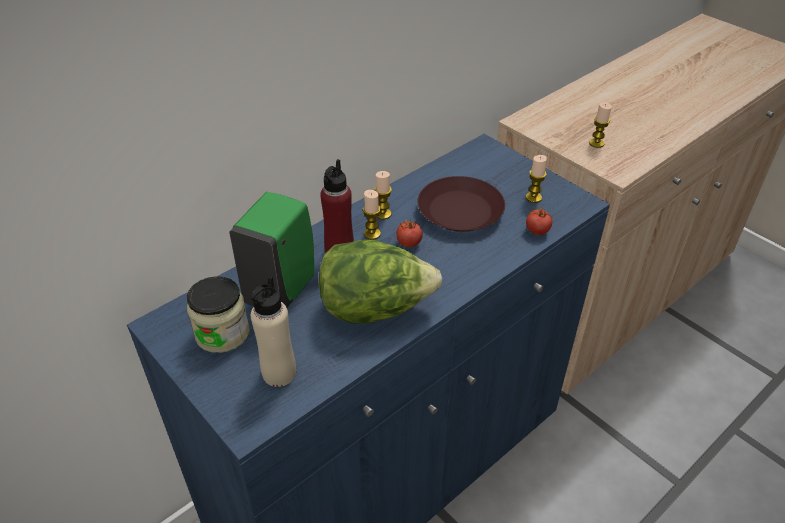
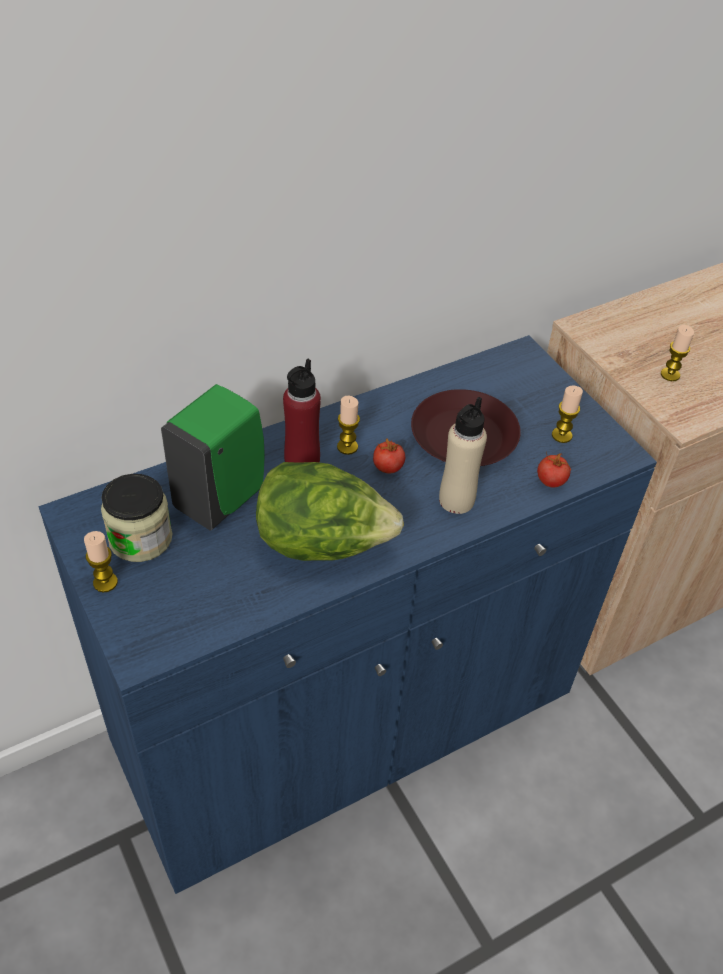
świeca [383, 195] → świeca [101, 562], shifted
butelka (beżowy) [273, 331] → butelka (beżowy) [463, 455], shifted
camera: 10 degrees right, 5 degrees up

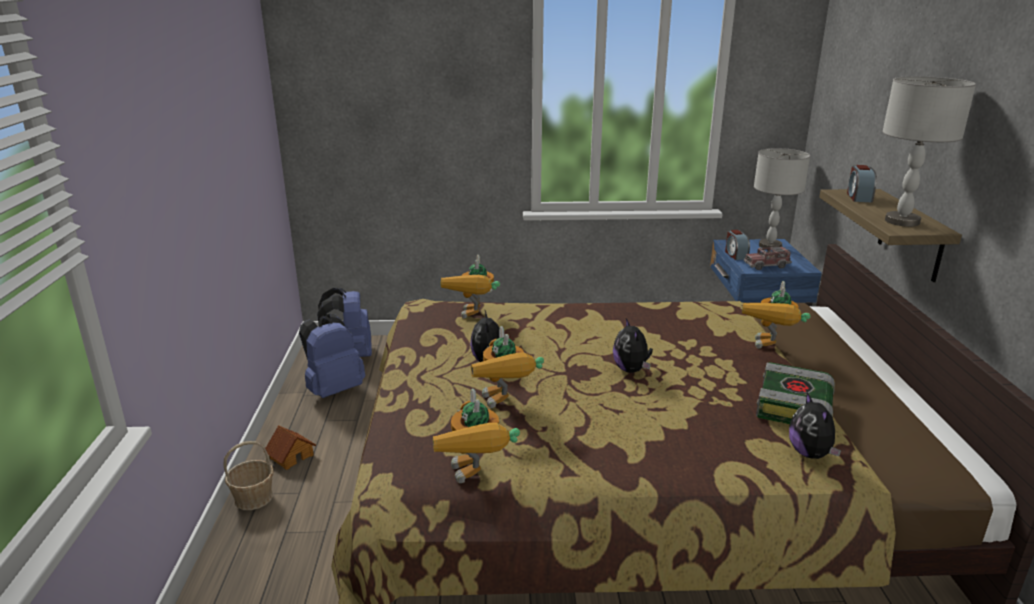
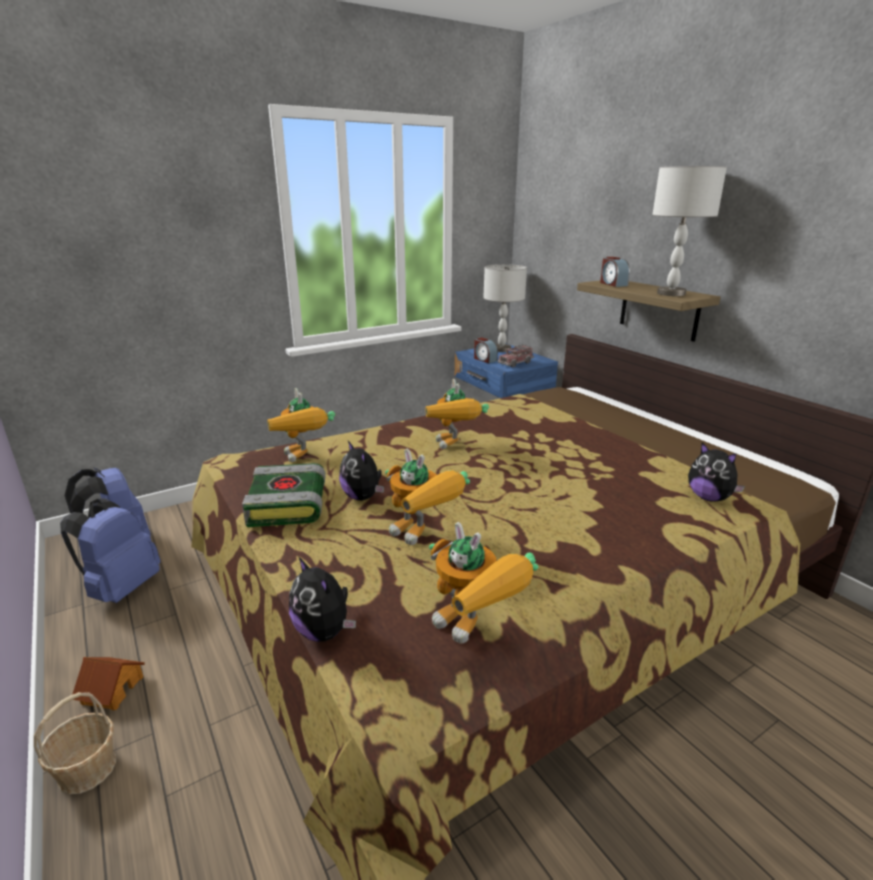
robot zabawkowy [776, 314] → robot zabawkowy [457, 414], shifted
pluszak [633, 345] → pluszak [322, 599], shifted
książka [795, 393] → książka [284, 495], shifted
camera: 30 degrees left, 0 degrees up

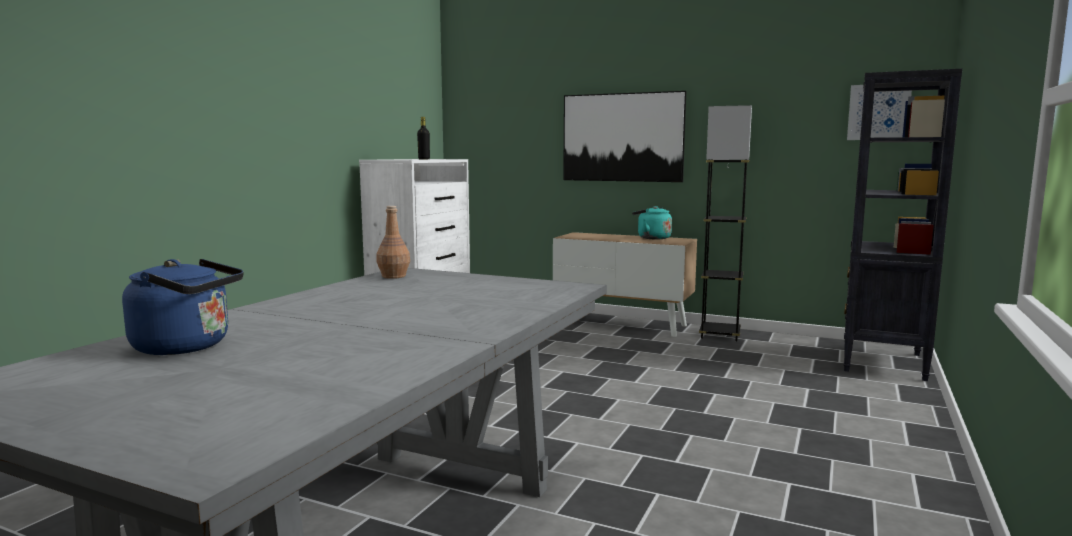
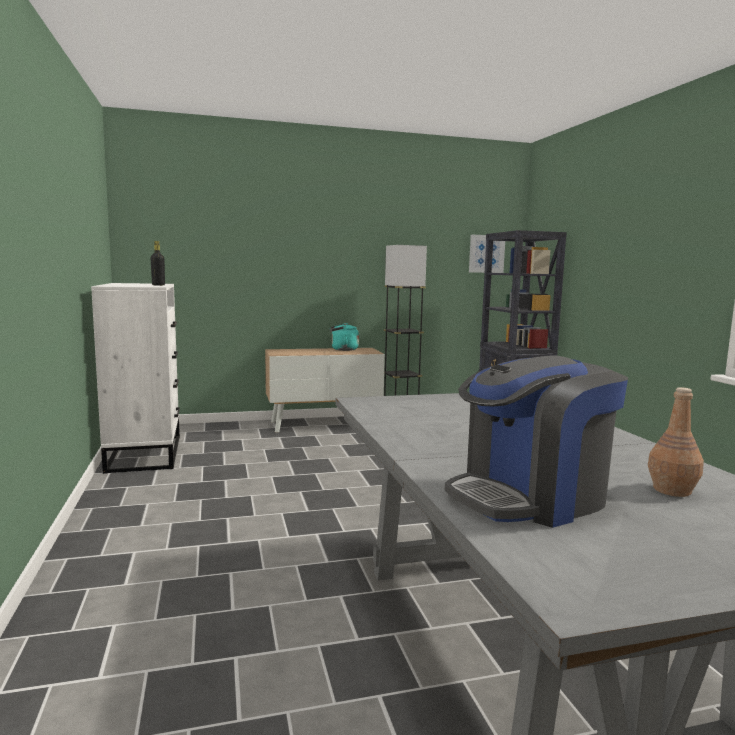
obraz [624, 136] → -
butelka (brązowy) [393, 242] → butelka (brązowy) [676, 442], shifted
czajnik (niebieski) [182, 307] → ekspres do kawy [536, 441]
camera: 40 degrees left, 0 degrees up

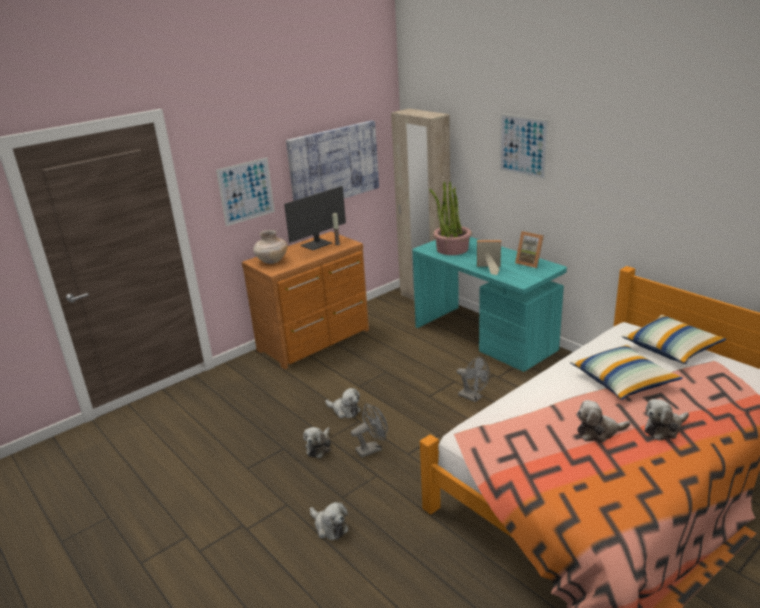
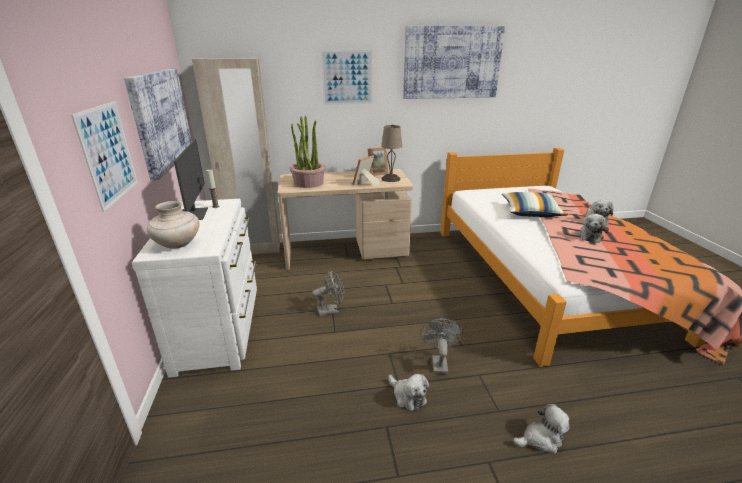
komoda (brązowy) [305, 300] → komoda (biały) [194, 288]
biurko (turkusowy) [489, 304] → biurko (beżowy) [346, 219]
poduszka [673, 339] → -
wentylator (szary) [473, 380] → wentylator (szary) [328, 293], shifted
pluszak [343, 403] → -
- → obraz [454, 62]
- → lampa stołowa (beżowy) [391, 153]
camera: 60 degrees left, 0 degrees up

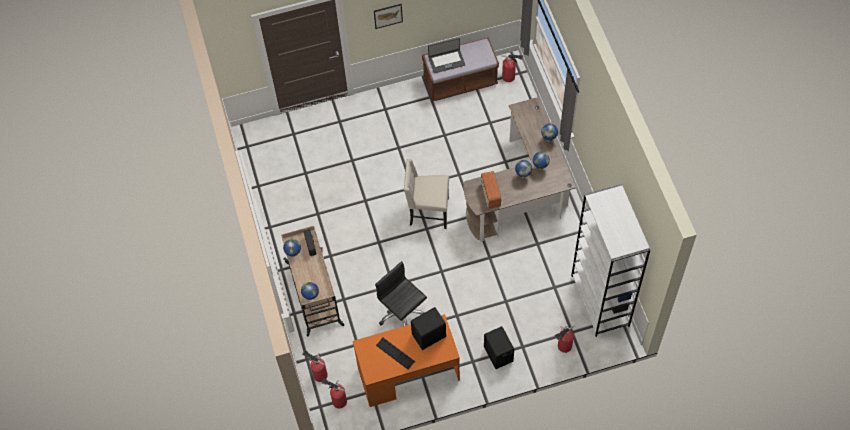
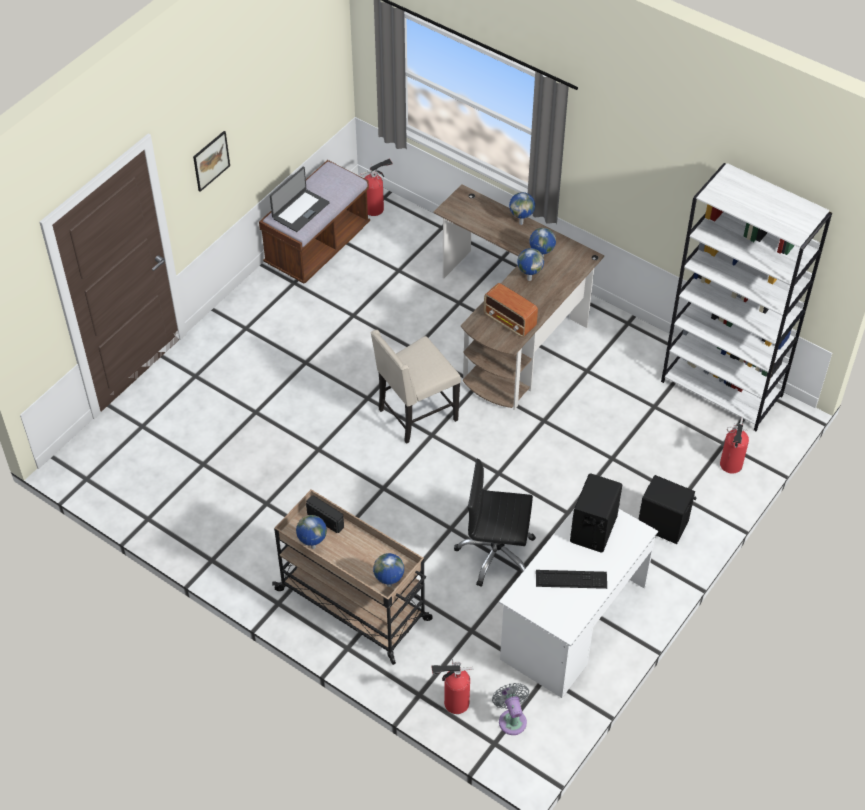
biurko (pomarańczowy) [406, 360] → biurko (biały) [578, 603]
gaśnica [334, 393] → wentylator (szary) [510, 709]
camera: 40 degrees left, 10 degrees down

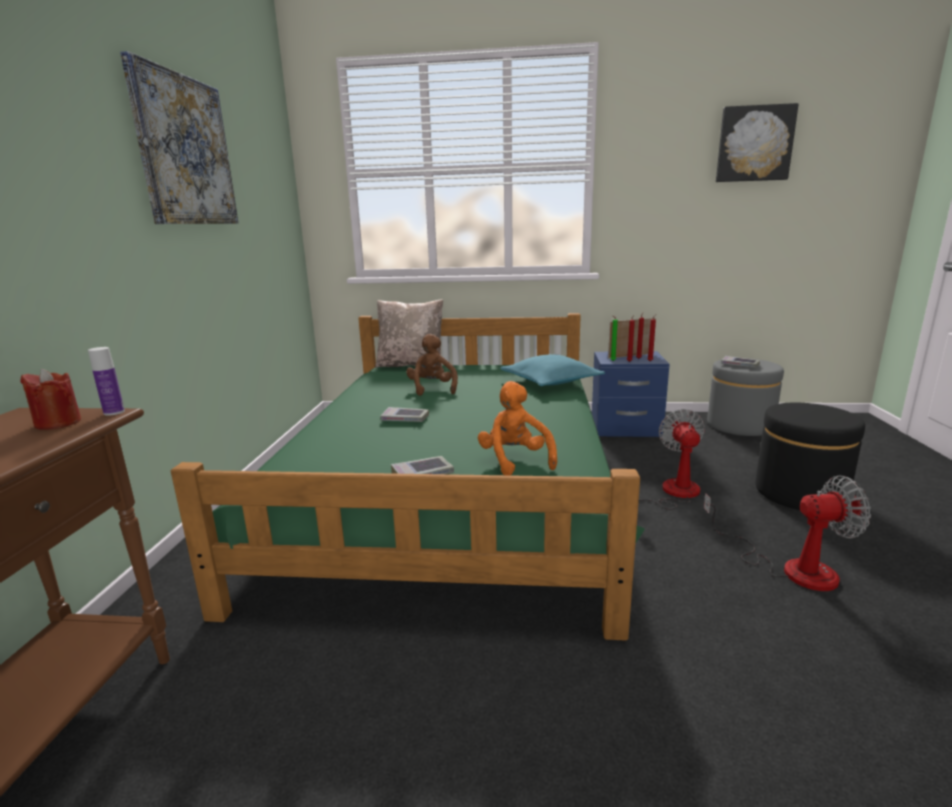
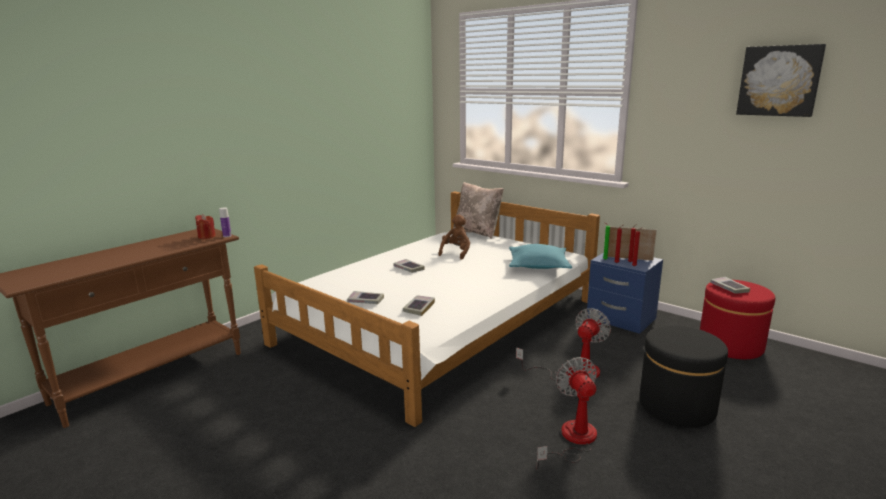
obraz [179, 137] → -
łóżko (zielony) [407, 476] → łóżko (biały) [427, 309]
pufa (szary) [745, 397] → pufa (czerwony) [737, 319]
pluszak (pomarańczowy) [517, 428] → książka [419, 305]
wentylator [787, 533] → wentylator [566, 413], 135 degrees counterclockwise
camera: 35 degrees right, 0 degrees up

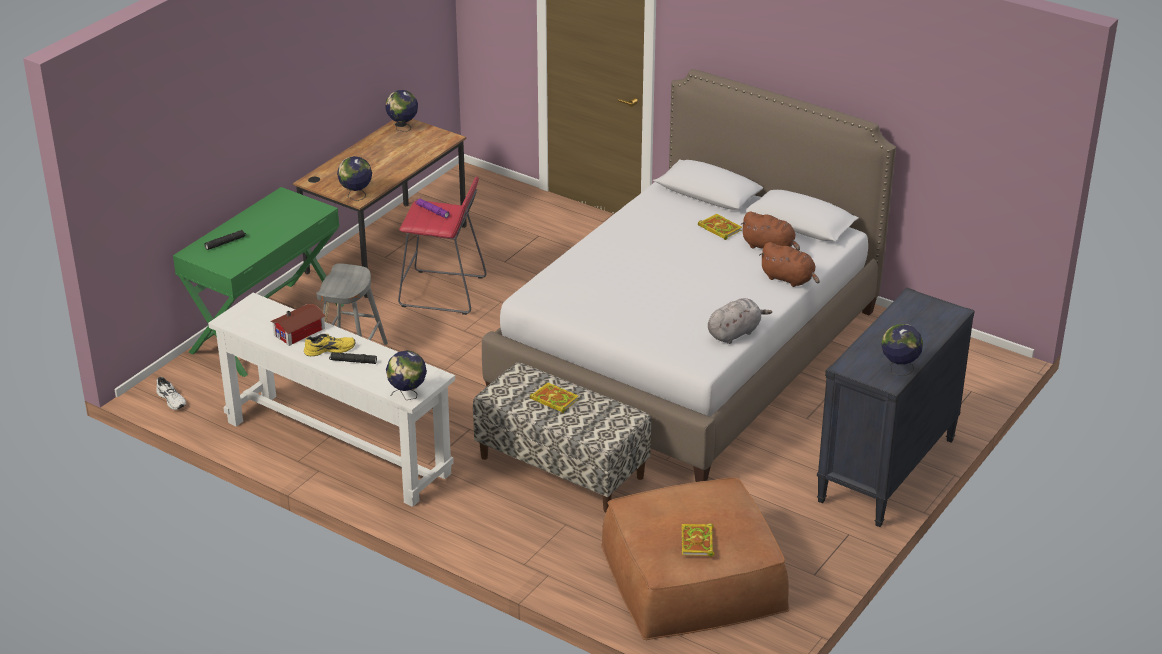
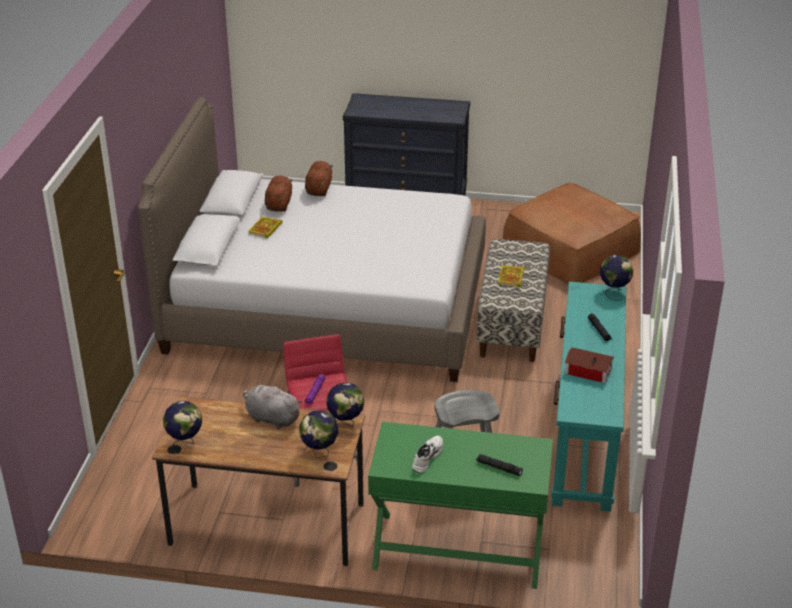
stolik konsolowy (biały) [331, 400] → stolik konsolowy (turkusowy) [588, 397]
pluszak (szary) [740, 321] → pluszak (szary) [273, 406], shifted
globus [902, 350] → globus [318, 434], shifted
but (żółty) [330, 345] → -
but (biały) [171, 393] → but (biały) [427, 454], shifted
książka [698, 540] → -
camera: 115 degrees left, 0 degrees up

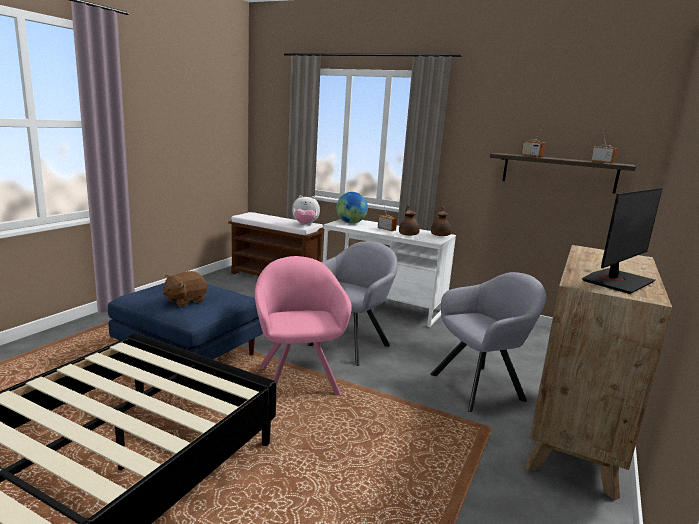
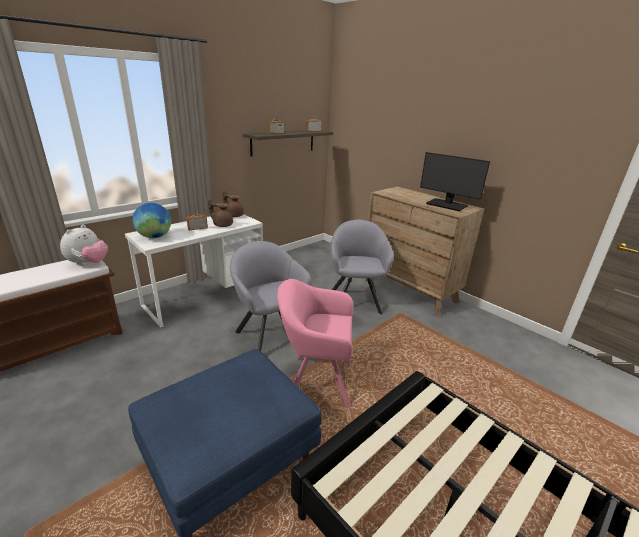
monitor [622, 241] → monitor [455, 181], 150 degrees clockwise
pluszak (brązowy) [185, 289] → -
camera: 70 degrees left, 10 degrees up

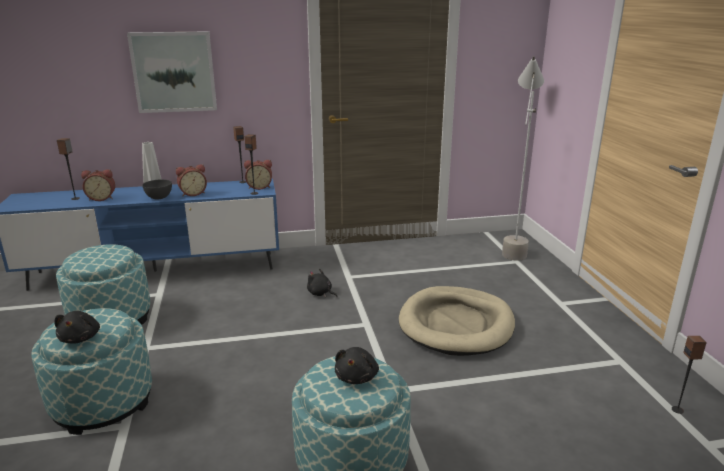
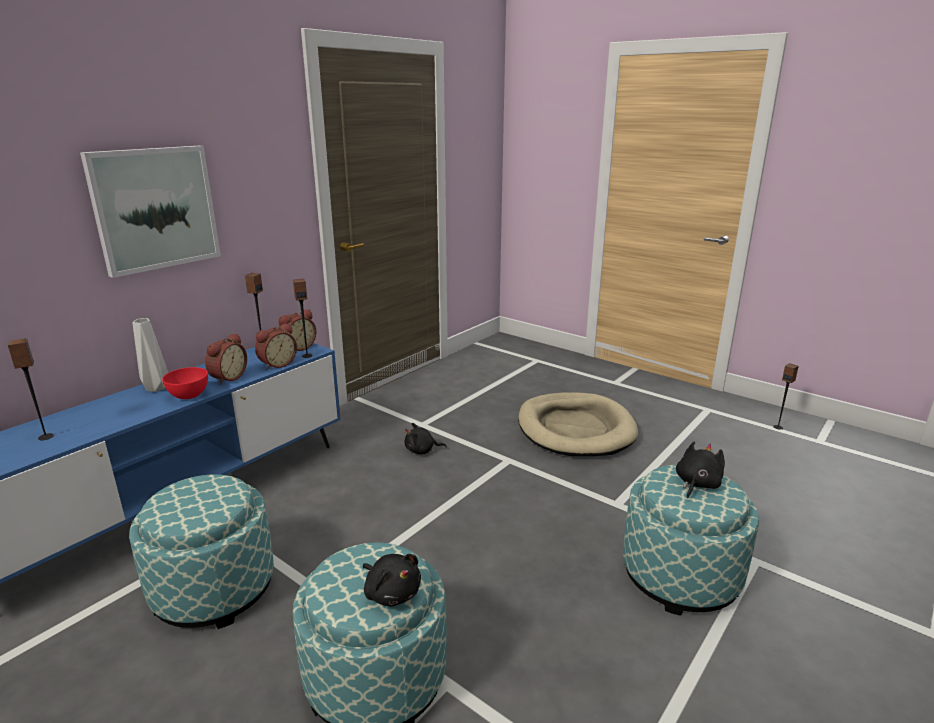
lampa stojąca (szary) [523, 158] → -
budzik [98, 185] → budzik [276, 346], shifted
miska (szary) [157, 189] → miska (czerwony) [185, 383]
pluszak (czarny) [357, 365] → pluszak (czarny) [700, 469], 120 degrees counterclockwise
camera: 40 degrees left, 0 degrees up

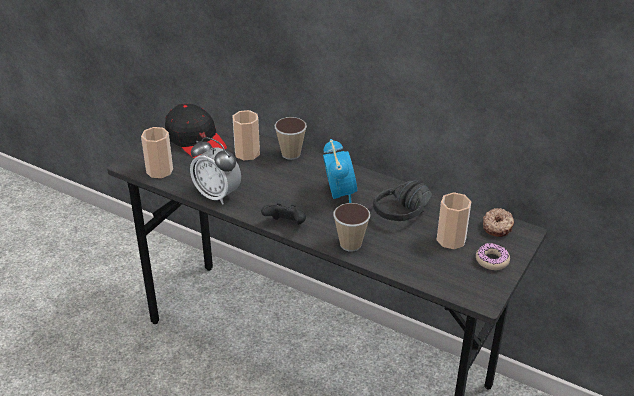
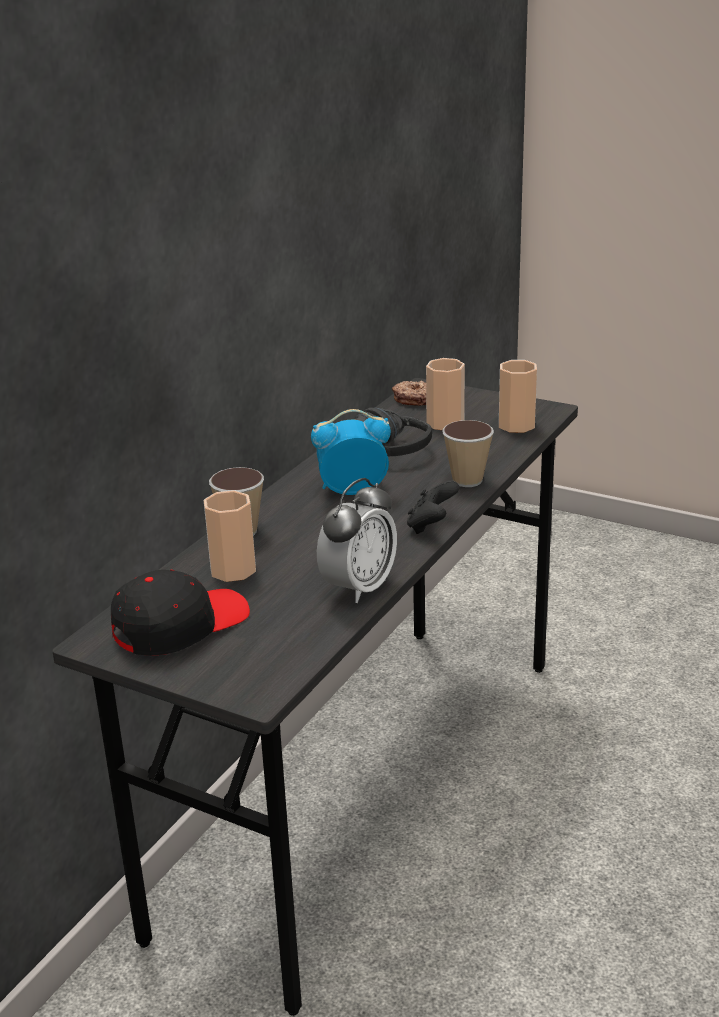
filiżanka [157, 152] → filiżanka [518, 396], shifted
donut [493, 256] → -
camera: 90 degrees left, 10 degrees down

